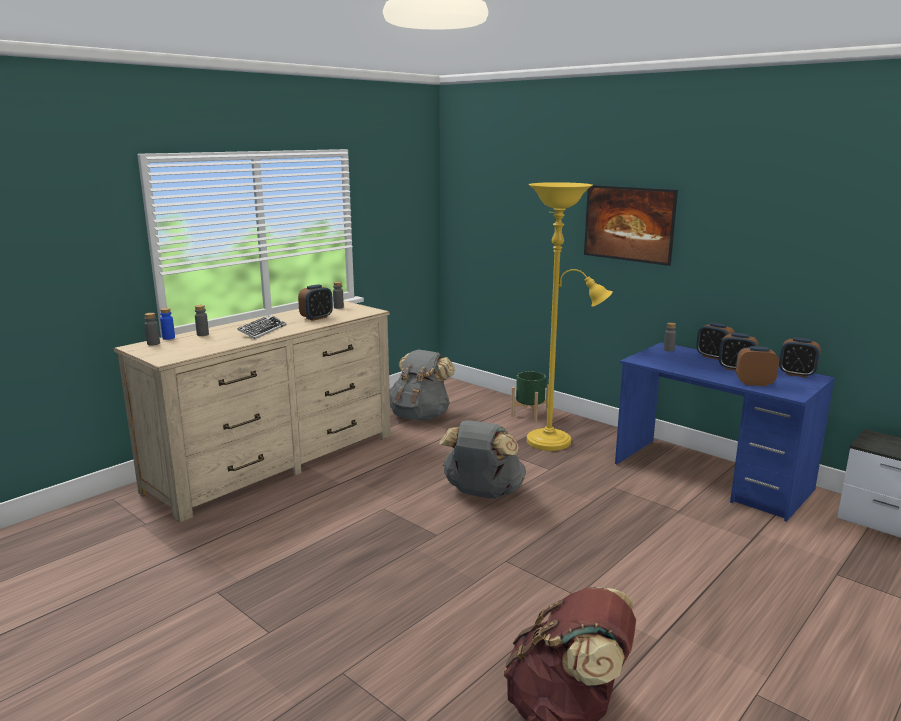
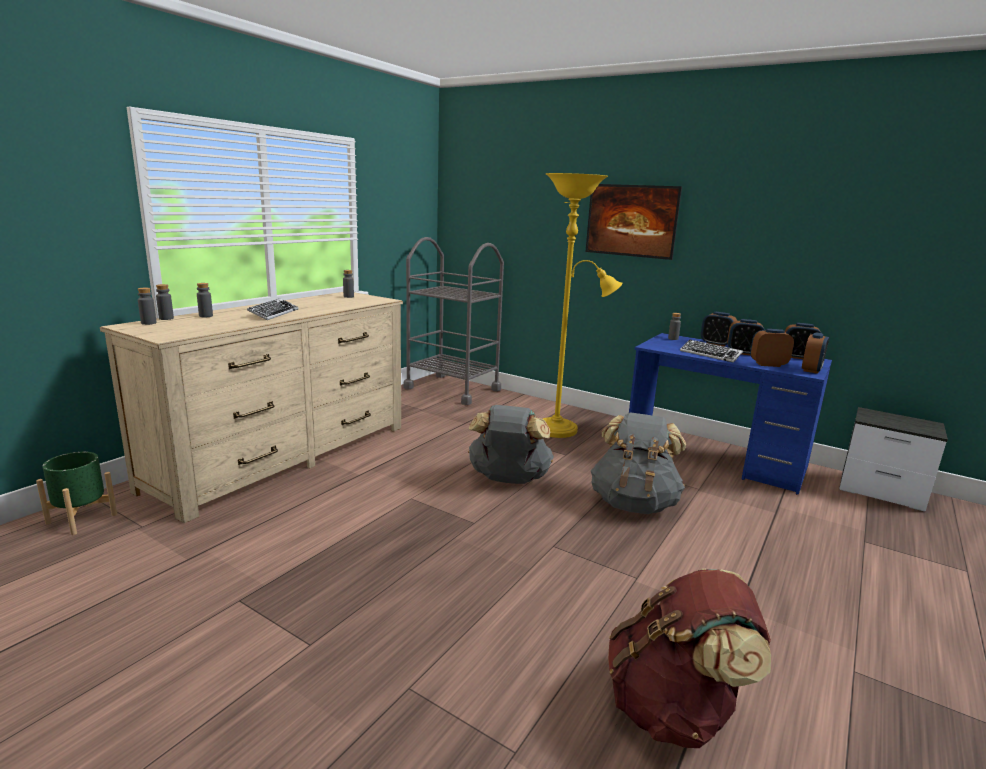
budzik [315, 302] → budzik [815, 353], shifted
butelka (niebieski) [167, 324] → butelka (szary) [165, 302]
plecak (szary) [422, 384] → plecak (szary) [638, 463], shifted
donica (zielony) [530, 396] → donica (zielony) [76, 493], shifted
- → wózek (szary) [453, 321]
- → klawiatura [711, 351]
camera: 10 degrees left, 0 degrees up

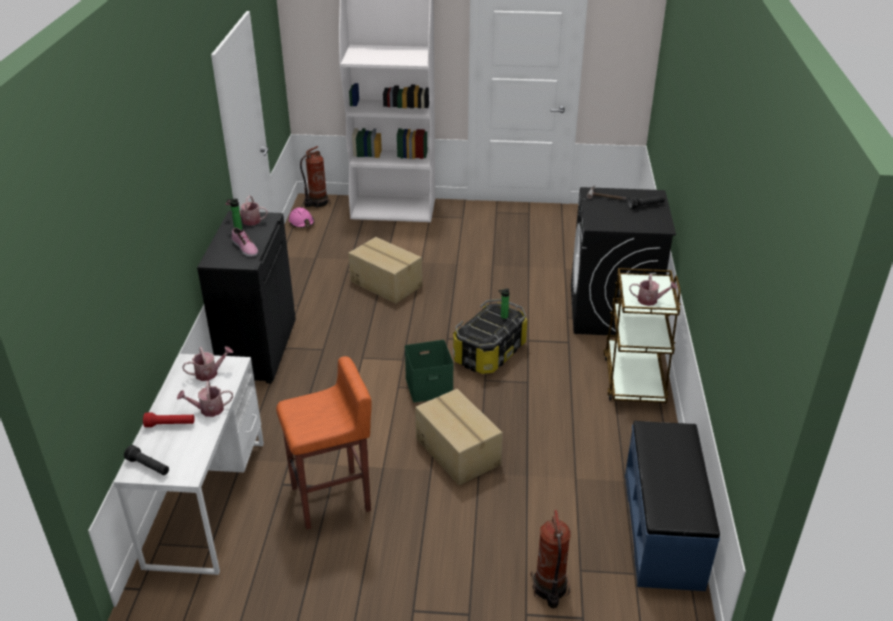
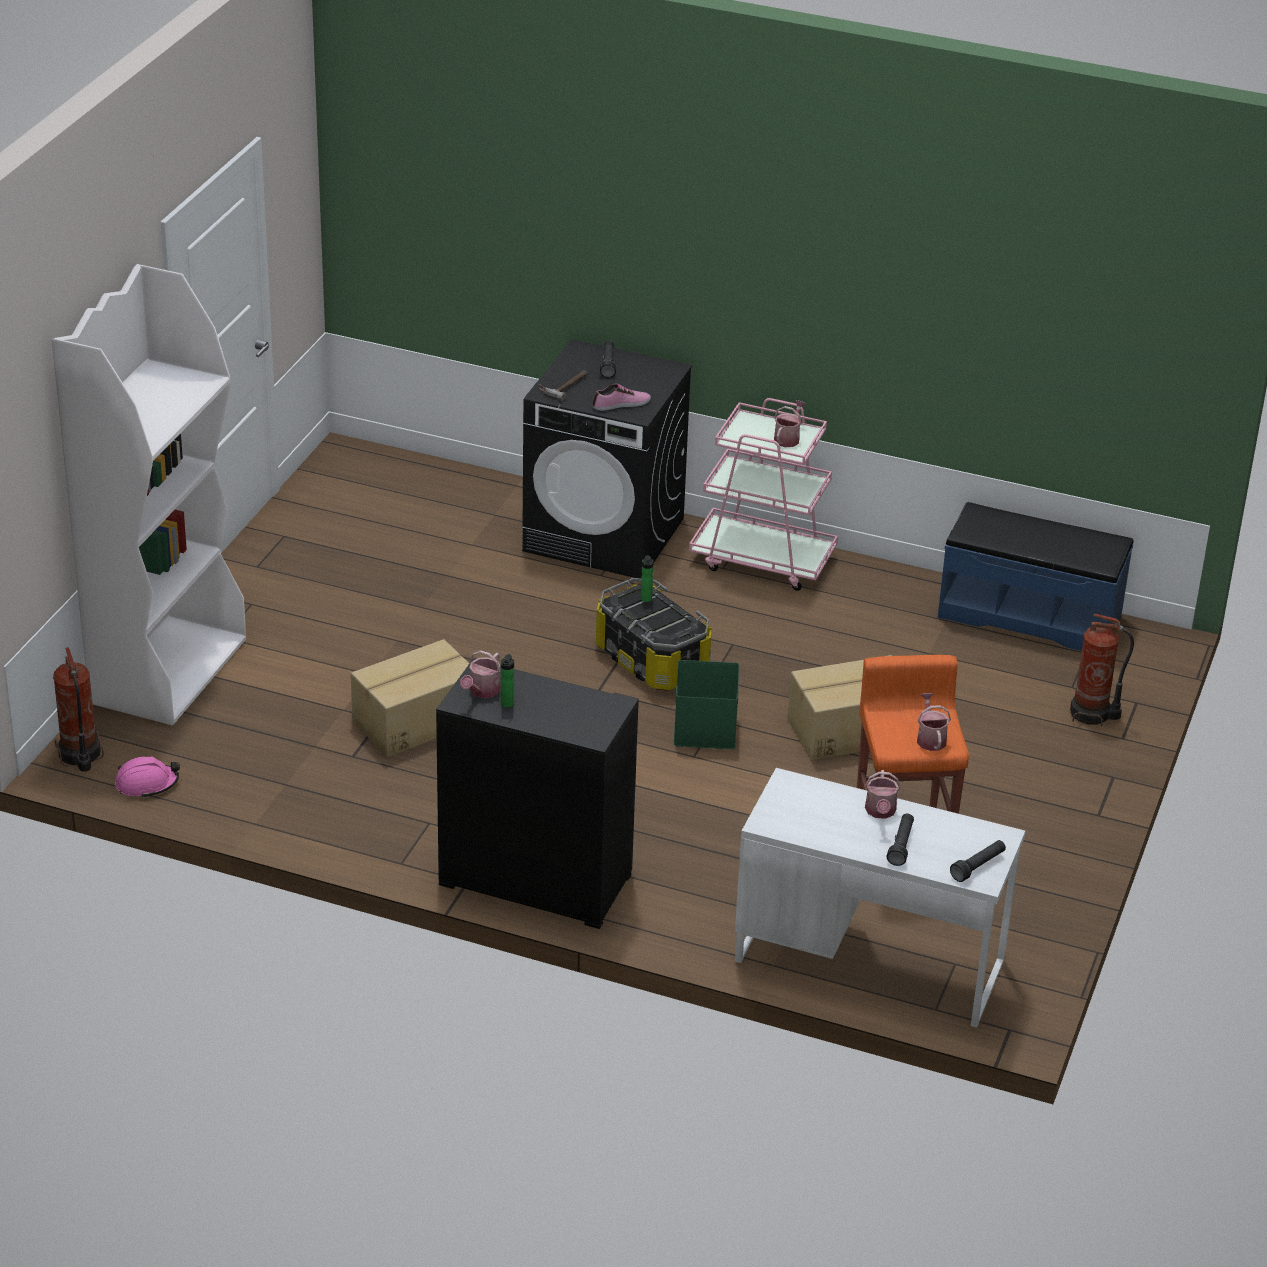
but [244, 242] → but [622, 397], shifted
wózek (brązowy) [642, 335] → wózek (różowy) [763, 494]
konewka [207, 363] → konewka [934, 722], shifted
latarka (czerwony) [169, 420] → latarka (czarny) [900, 839]
camera: 75 degrees left, 0 degrees up

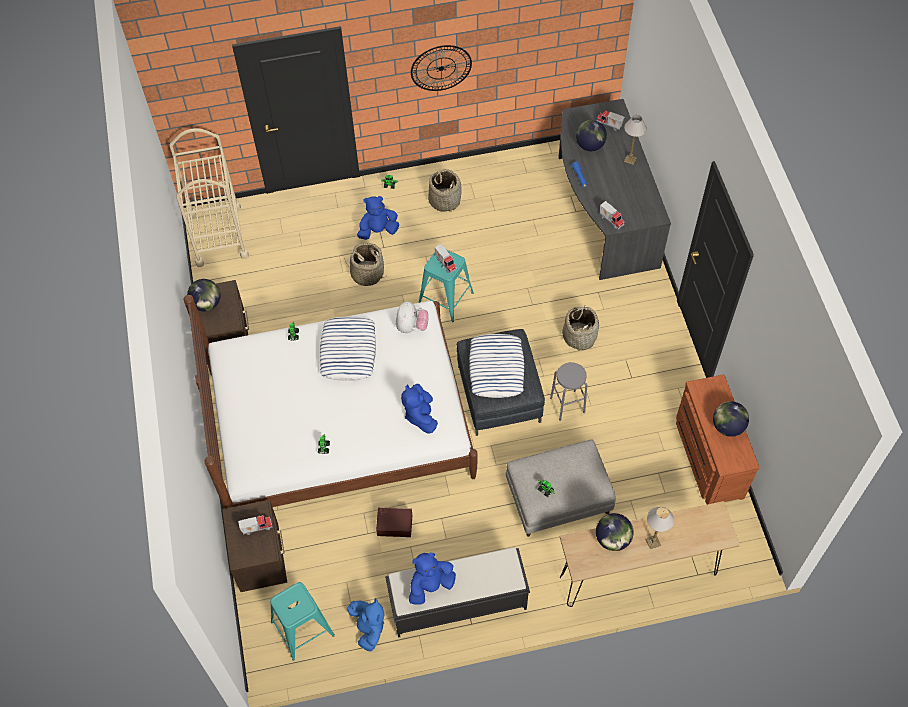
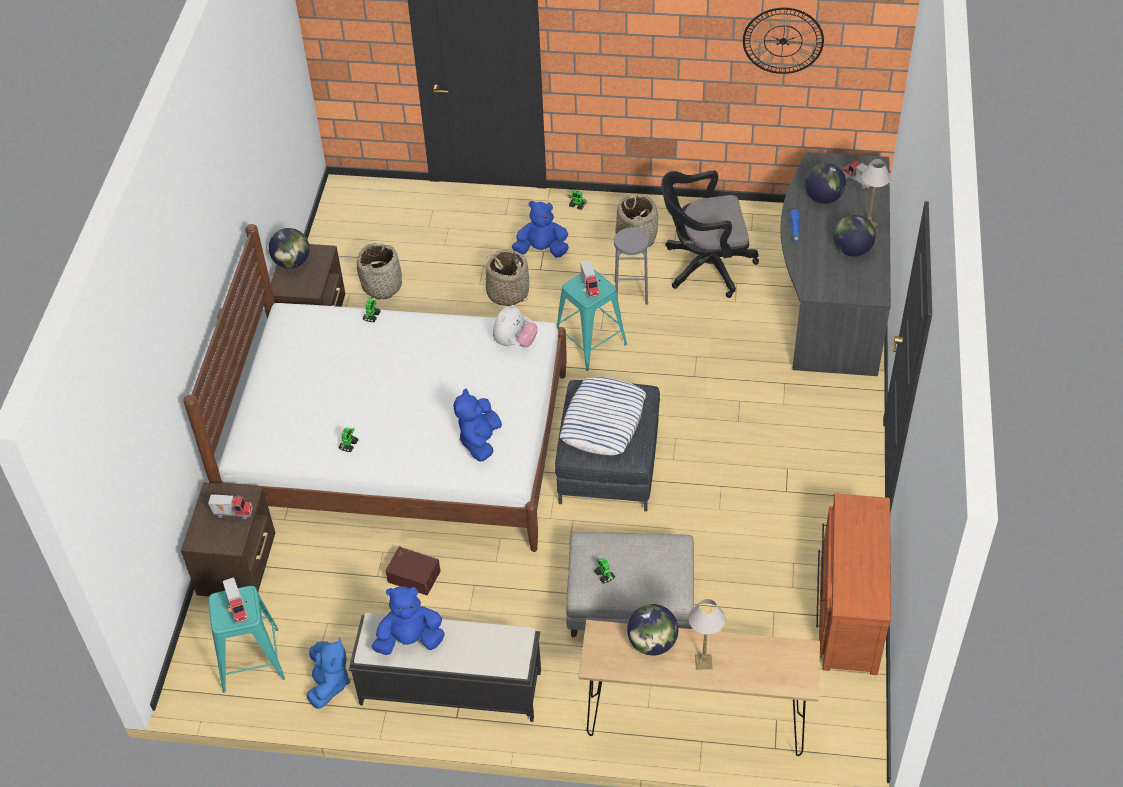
zegar ścienny [441, 68] → zegar ścienny [783, 41], shifted
wózek (beżowy) [209, 197] → -
ciężarówka zabawkowa [612, 215] → ciężarówka zabawkowa [235, 600], shifted
koszyk [580, 329] → koszyk [379, 271], shifted
poduszka [348, 348] → -
stołek (szary) [568, 391] → stołek (szary) [631, 266], shifted
globus [731, 419] → globus [854, 236], shifted
- → krzesło biurowe (czarny) [710, 234]
camera: 20 degrees right, 10 degrees down

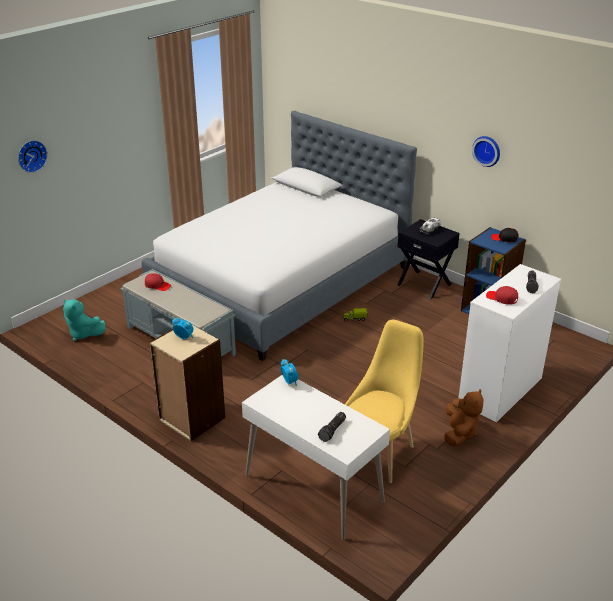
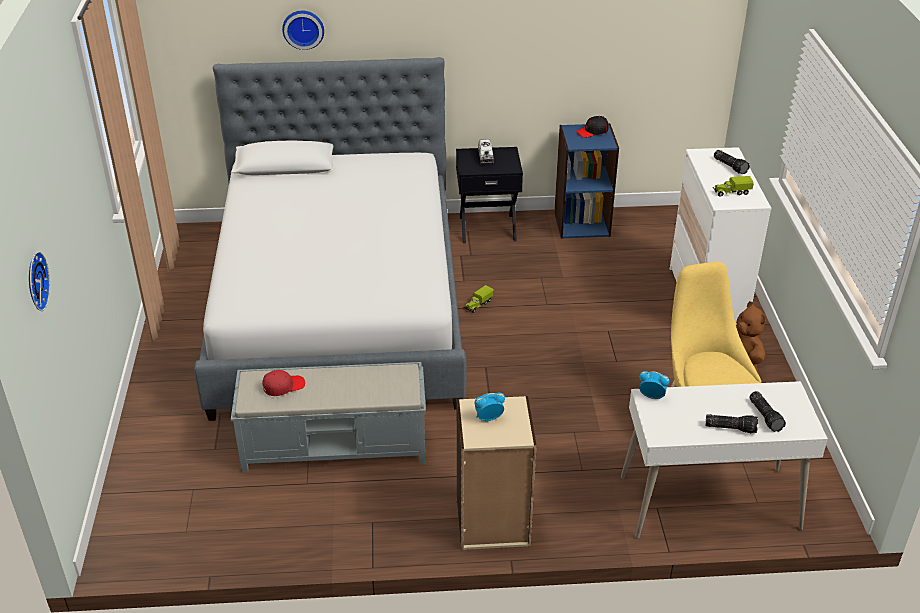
zegar ścienny [486, 151] → zegar ścienny [303, 30], shifted
czapka z daszkiem (czerwony) [502, 295] → ciężarówka zabawkowa [733, 186]
pluszak (turkusowy) [84, 320] → -
- → latarka [732, 423]
camera: 45 degrees left, 5 degrees up

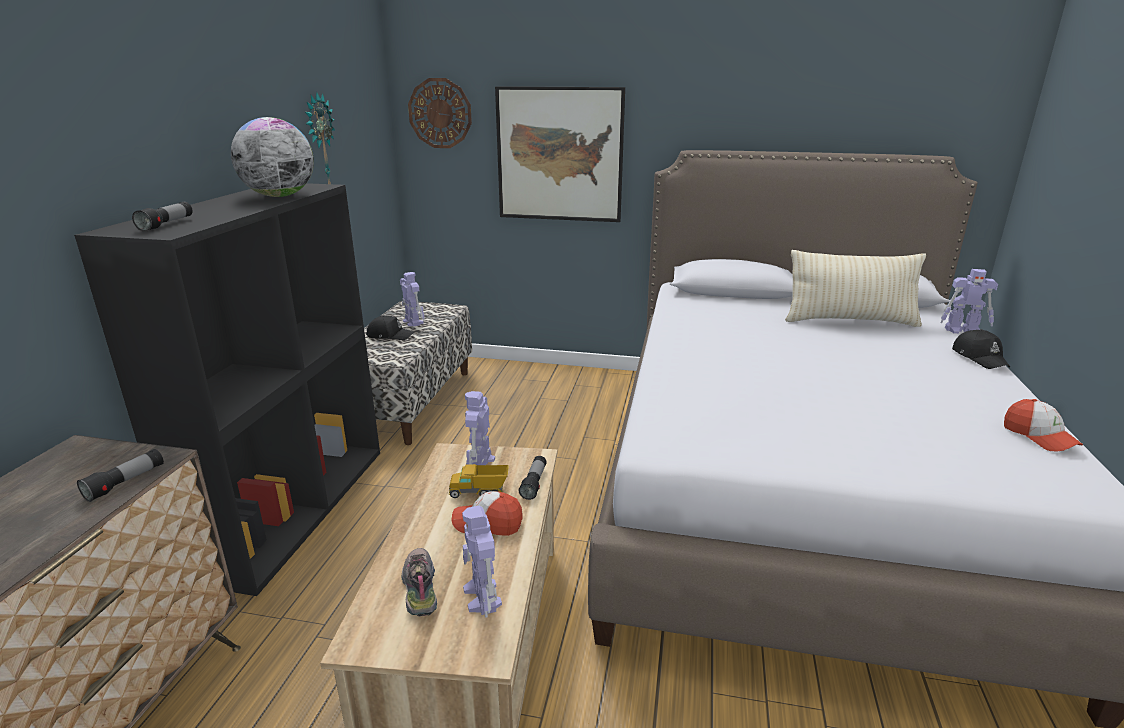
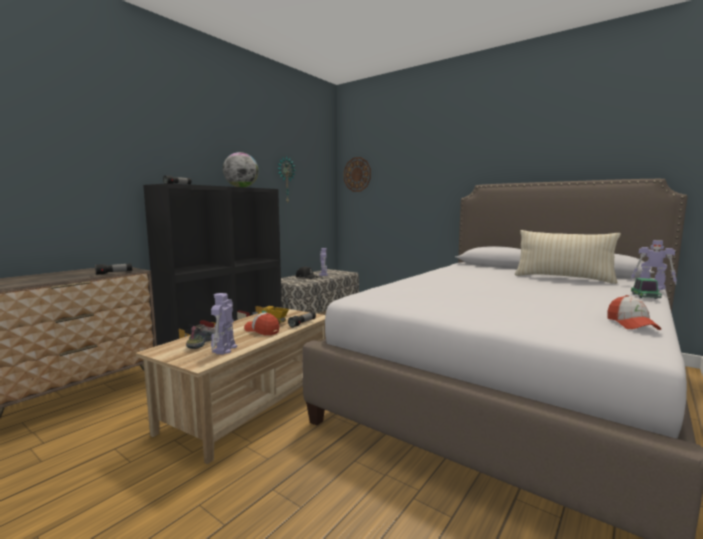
obraz [560, 154] → -
czapka z daszkiem (czarny) [981, 349] → samochodzik [646, 288]
robot zabawkowy [480, 428] → -
camera: 25 degrees right, 15 degrees down

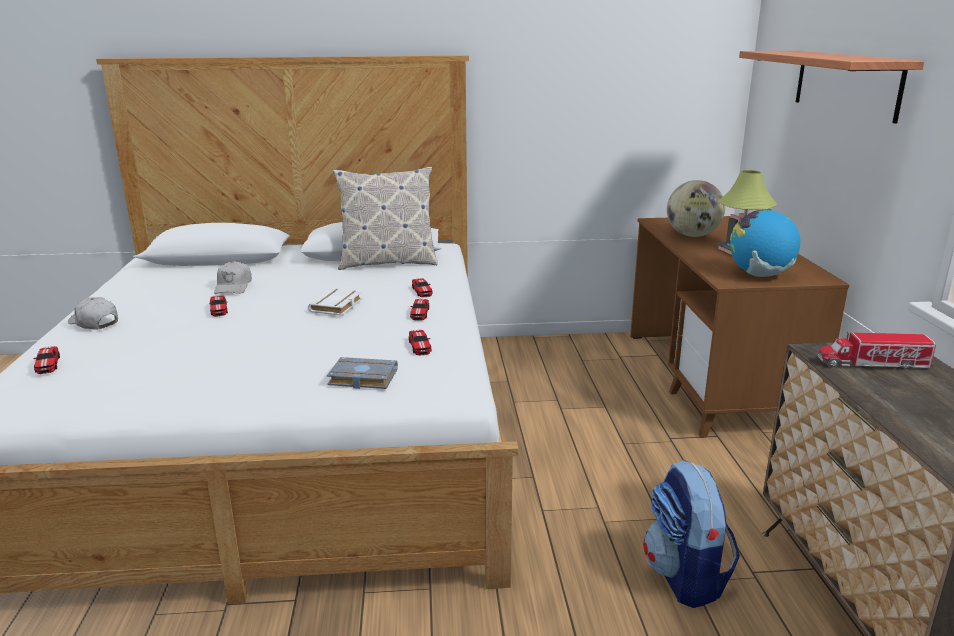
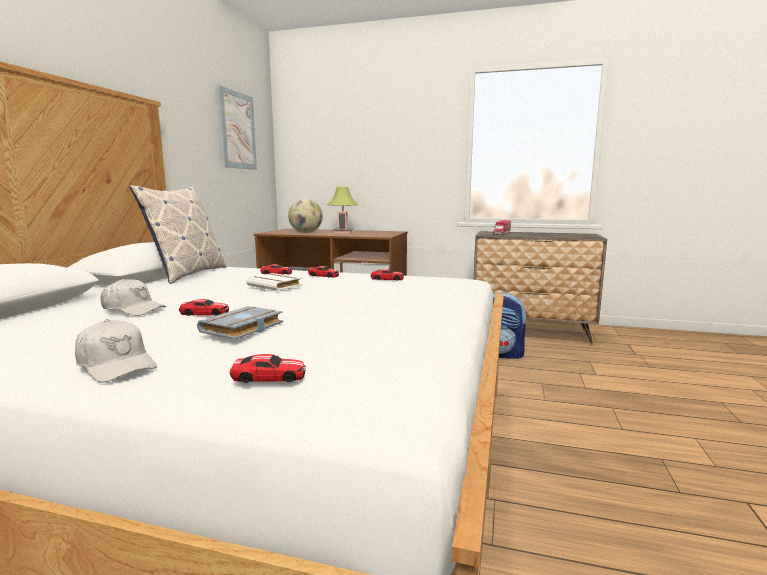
półka [831, 87] → -
globus [765, 243] → -
czapka z daszkiem (biały) [93, 313] → czapka z daszkiem (biały) [116, 351], 105 degrees counterclockwise
książka (szary) [362, 373] → książka (szary) [240, 323], shifted
- → obraz [237, 127]
camera: 70 degrees left, 10 degrees down

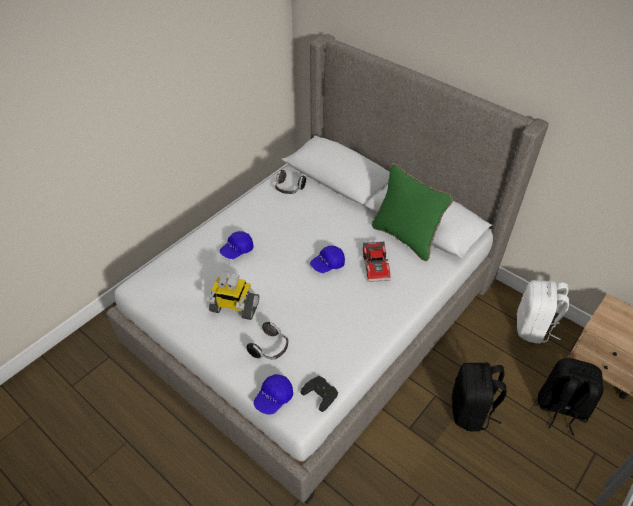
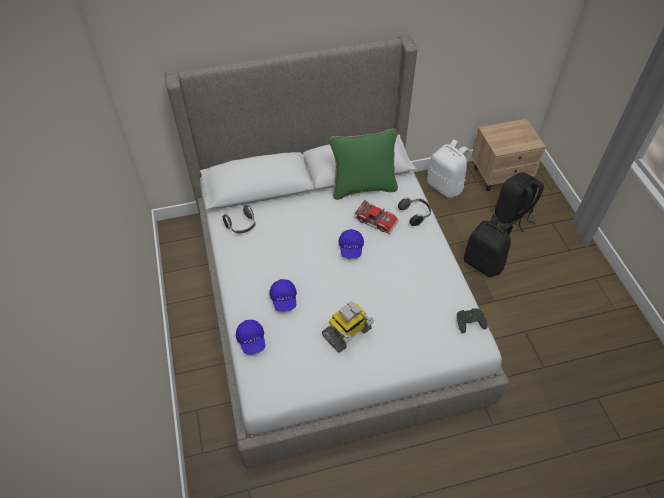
słuchawki [267, 341] → słuchawki [414, 212], shifted
czapka z daszkiem (niebieski) [273, 394] → czapka z daszkiem (niebieski) [250, 337], shifted
camera: 55 degrees left, 5 degrees up

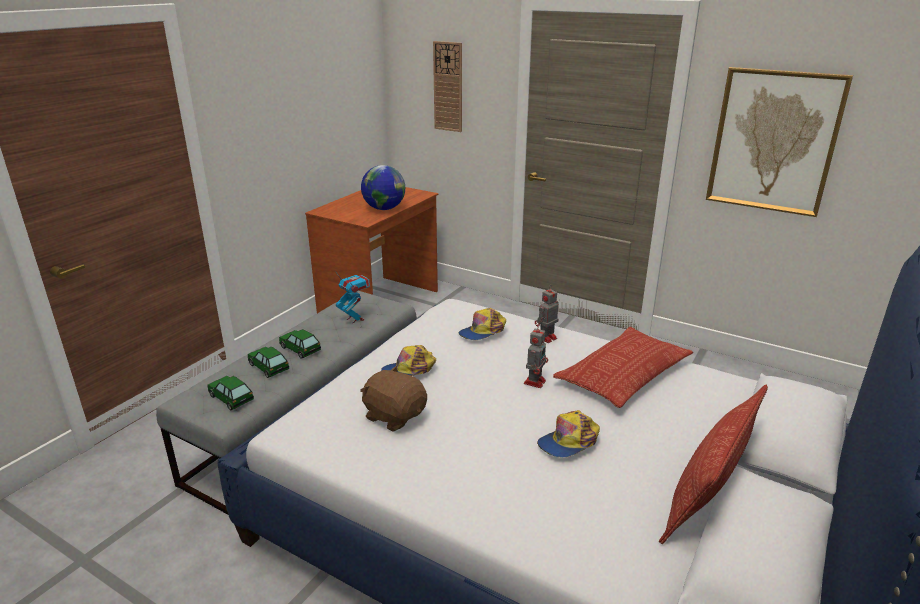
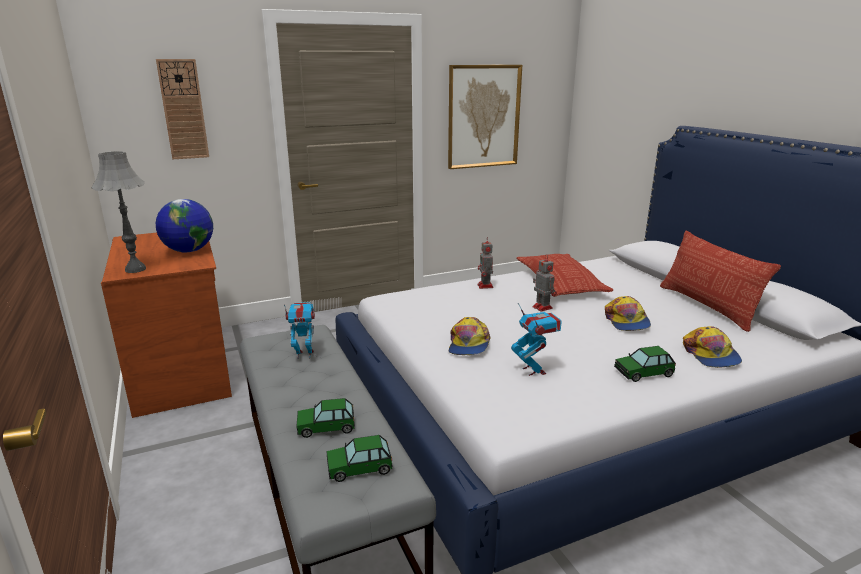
czapka z daszkiem [482, 324] → czapka z daszkiem [712, 347], shifted
samochodzik [300, 344] → samochodzik [645, 364], shifted
pluszak (brązowy) [393, 399] → robot zabawkowy [536, 339]
- → lampa stołowa (szary) [118, 212]
camera: 55 degrees left, 5 degrees down

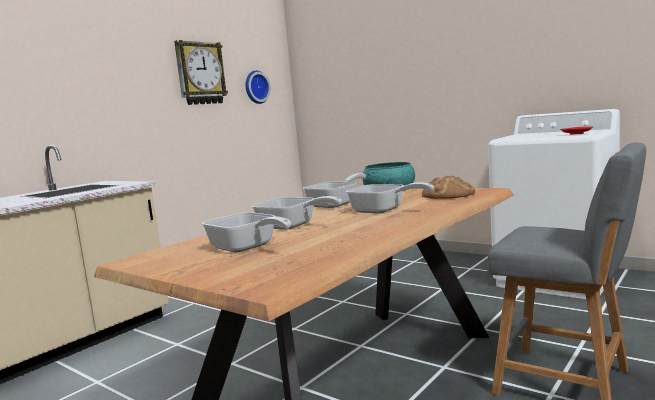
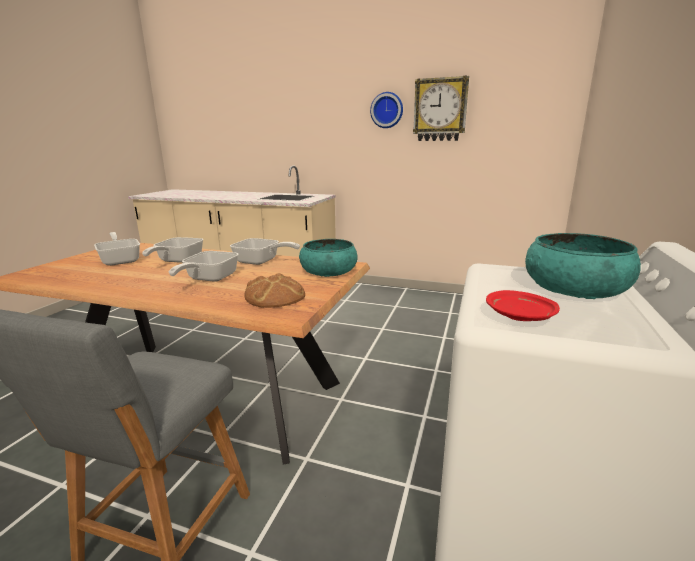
zegar ścienny [258, 87] → zegar ścienny [386, 110], shifted
patelnia [246, 232] → patelnia [117, 249], 120 degrees clockwise
- → miska (turkusowy) [583, 266]
camera: 70 degrees right, 10 degrees up

